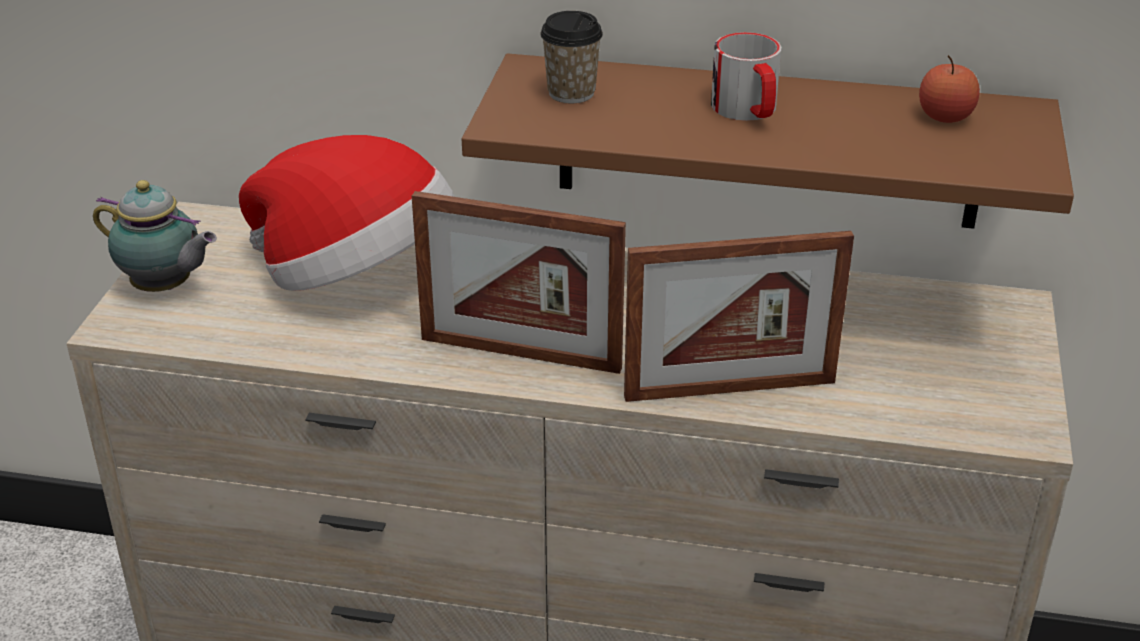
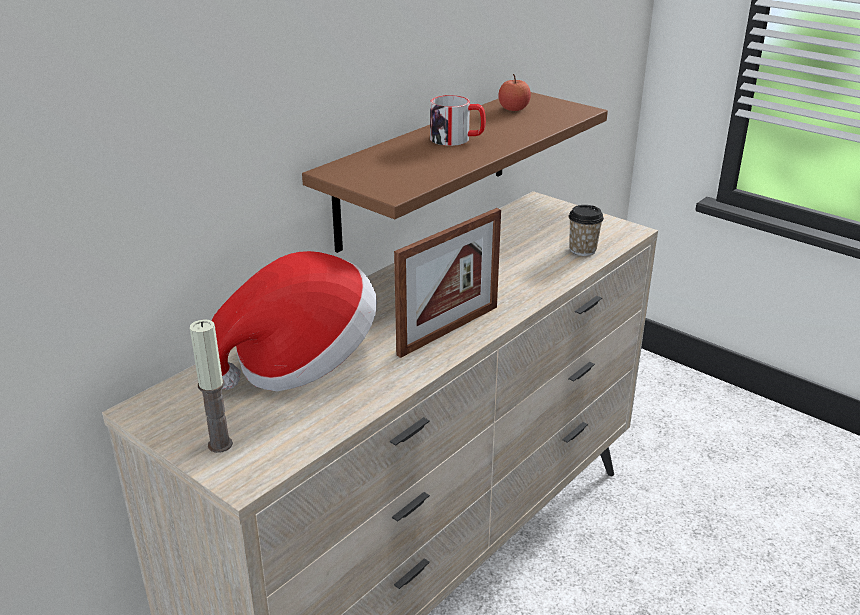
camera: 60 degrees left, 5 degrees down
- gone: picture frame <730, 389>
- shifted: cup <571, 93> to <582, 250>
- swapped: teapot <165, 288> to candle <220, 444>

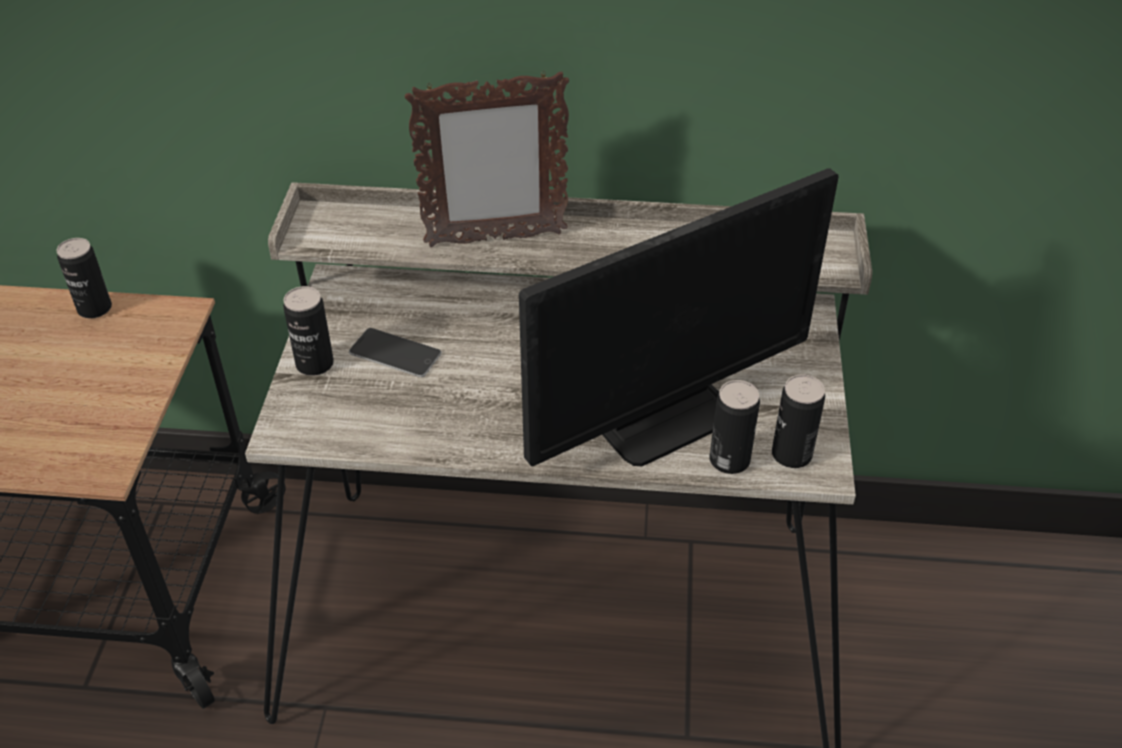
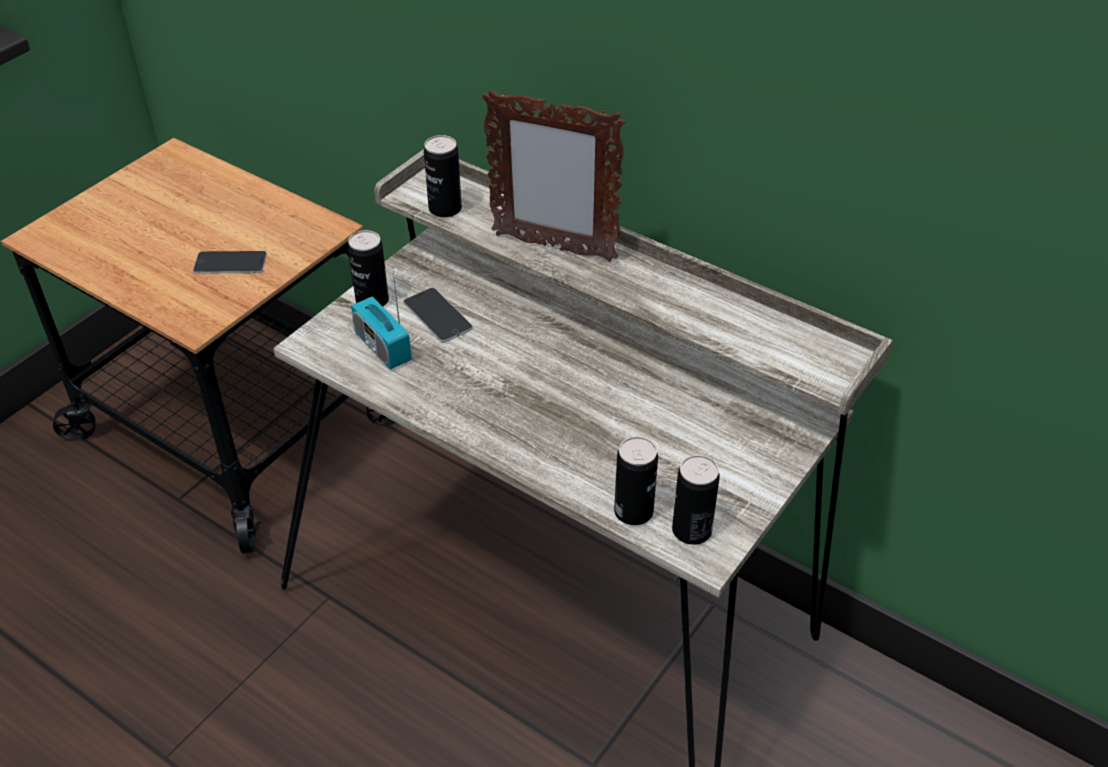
camera: 30 degrees right, 0 degrees up
- gone: monitor <663, 417>
- new: phone <230, 263>
- new: radio <382, 347>
- shifted: can <95, 308> to <445, 209>

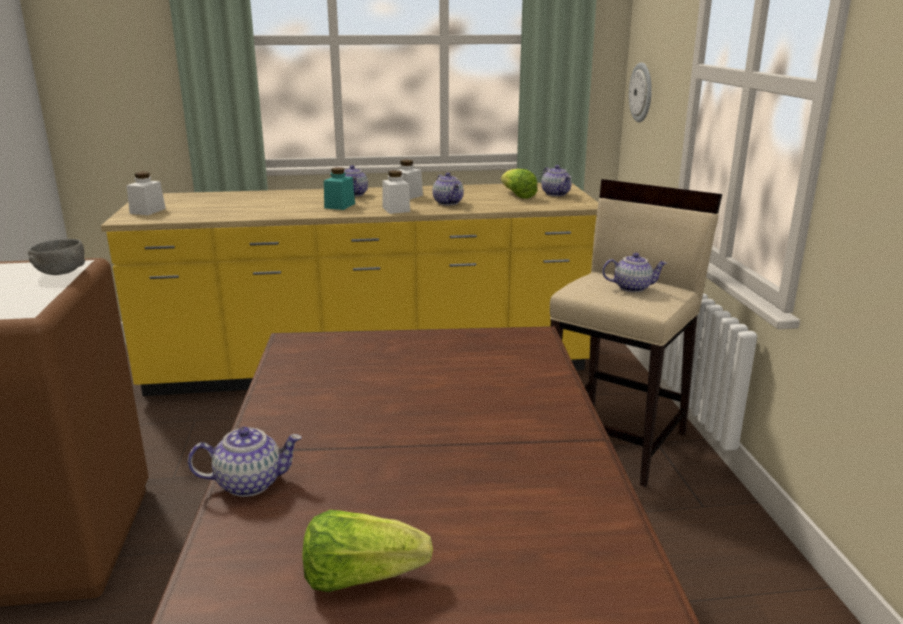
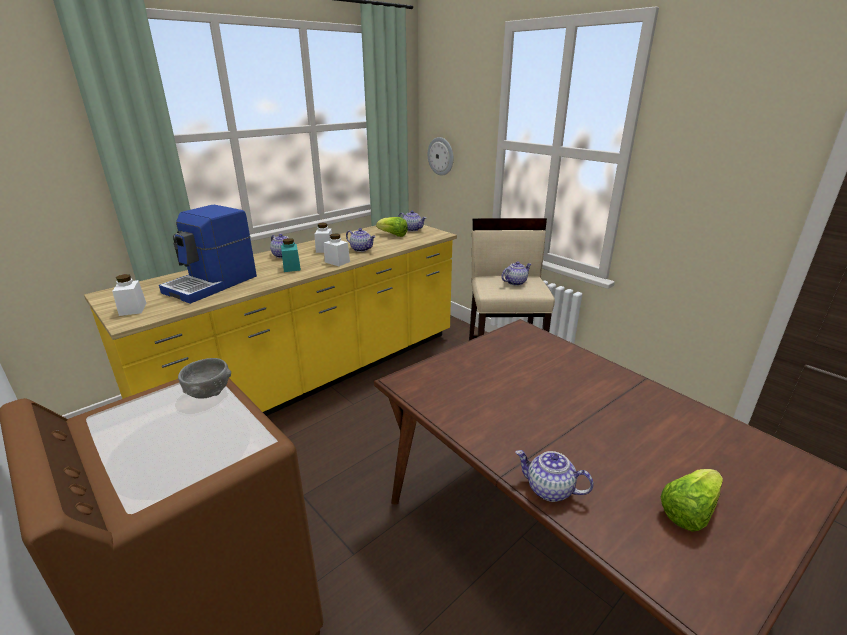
camera: 35 degrees left, 5 degrees up
- new: coffee machine <212, 284>
- rotated: teapot <250, 483> = <549, 489> 105 degrees counterclockwise

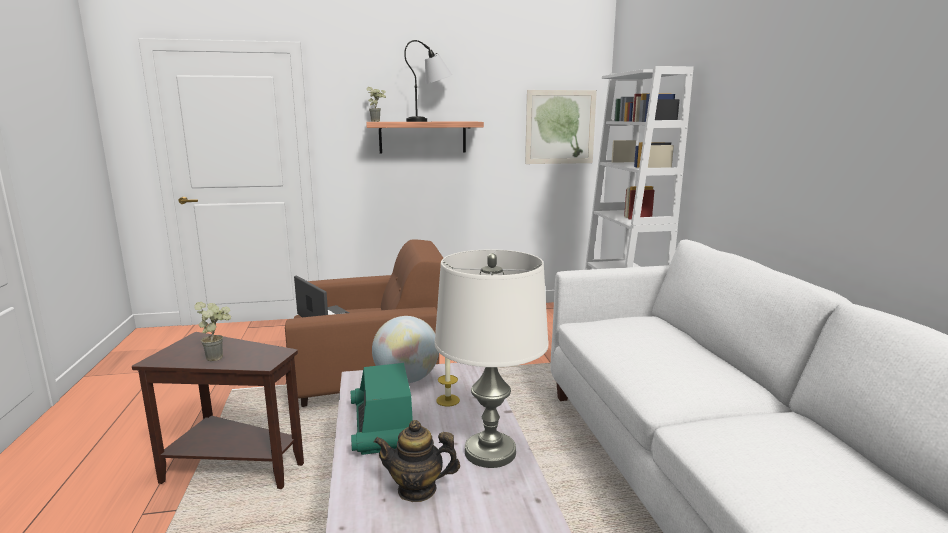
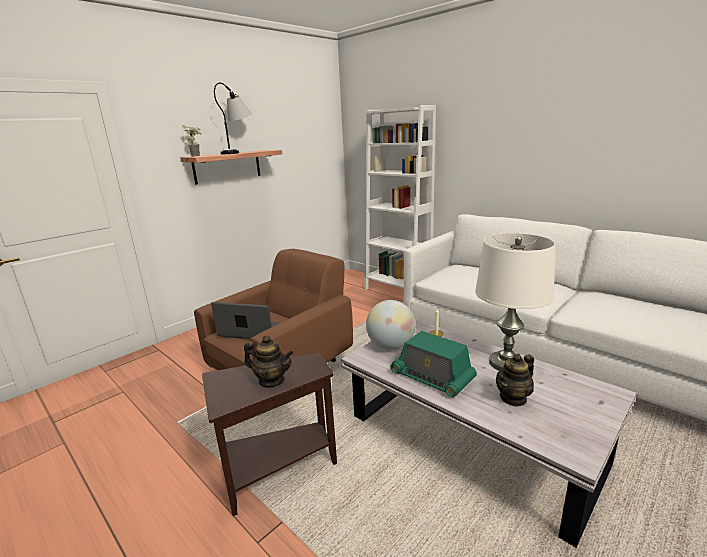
camera: 35 degrees left, 5 degrees up
- gone: picture <560, 127>
- swapped: potted plant <219, 356> to teapot <271, 380>

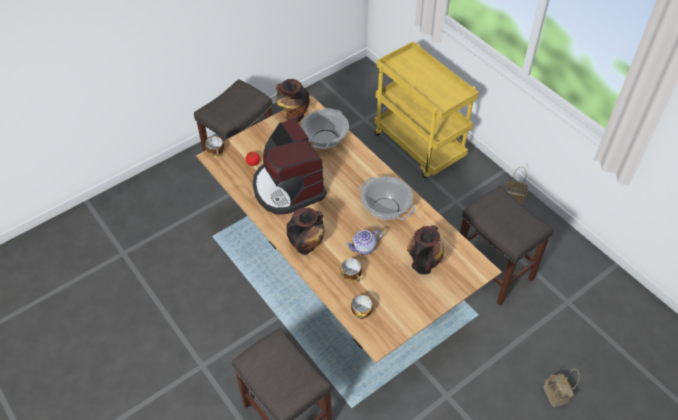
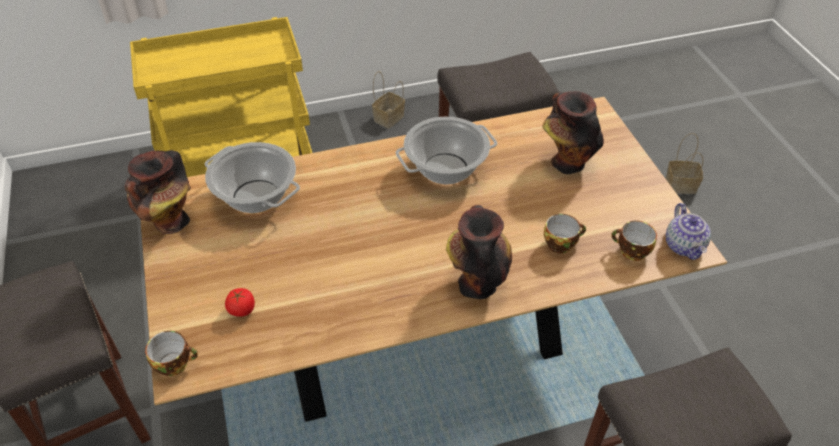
camera: 70 degrees left, 5 degrees down
- gone: coffee machine <287, 188>
- shifted: teapot <364, 248> to <684, 246>

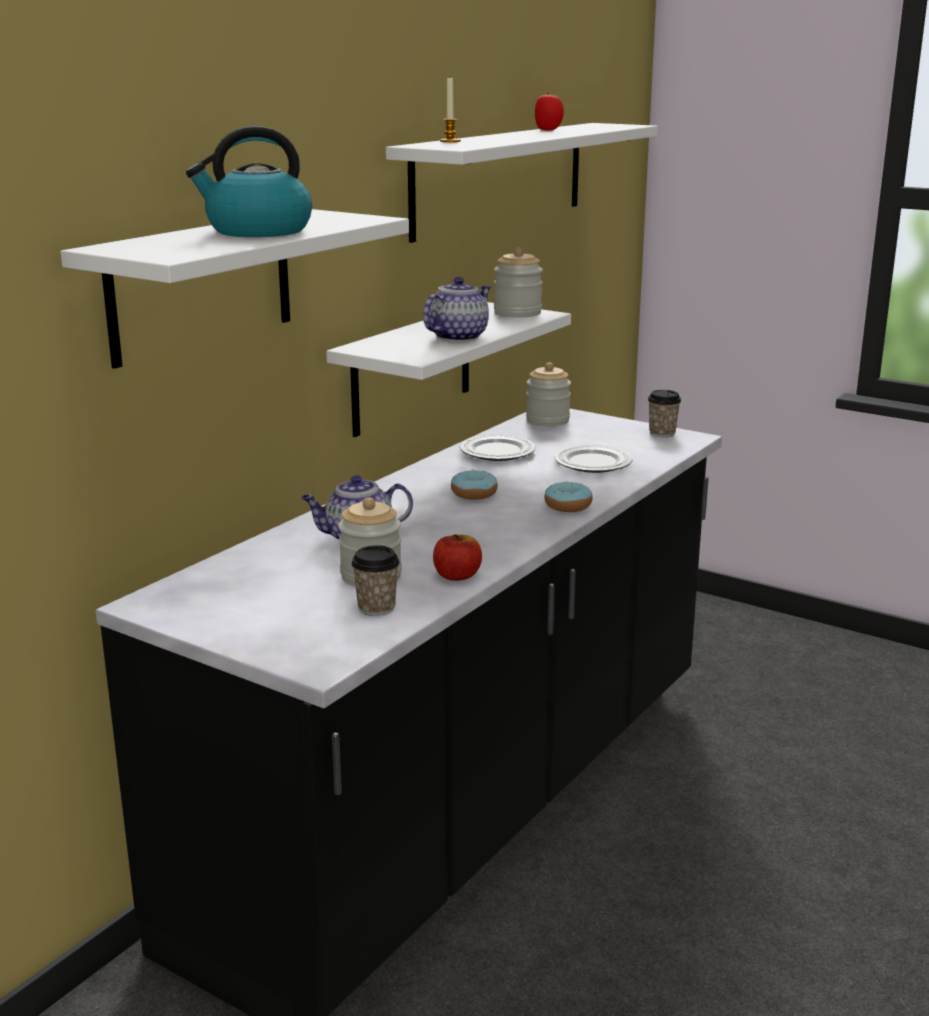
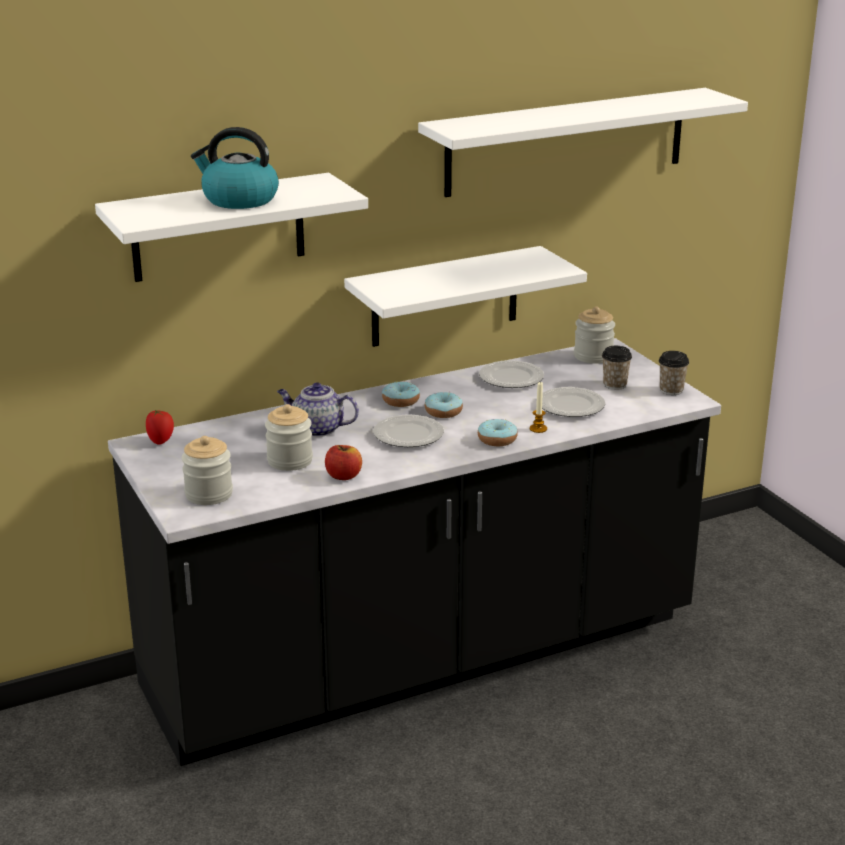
camera: 30 degrees right, 5 degrees up
- gone: teapot <458, 337>
- new: plate <409, 435>
- new: donut <400, 401>
- shifted: cup <376, 608> to <615, 385>
- shifted: candle <450, 141> to <538, 429>
- shifted: jar <517, 313> to <209, 494>
- shifted: tomato <548, 130> to <161, 441>

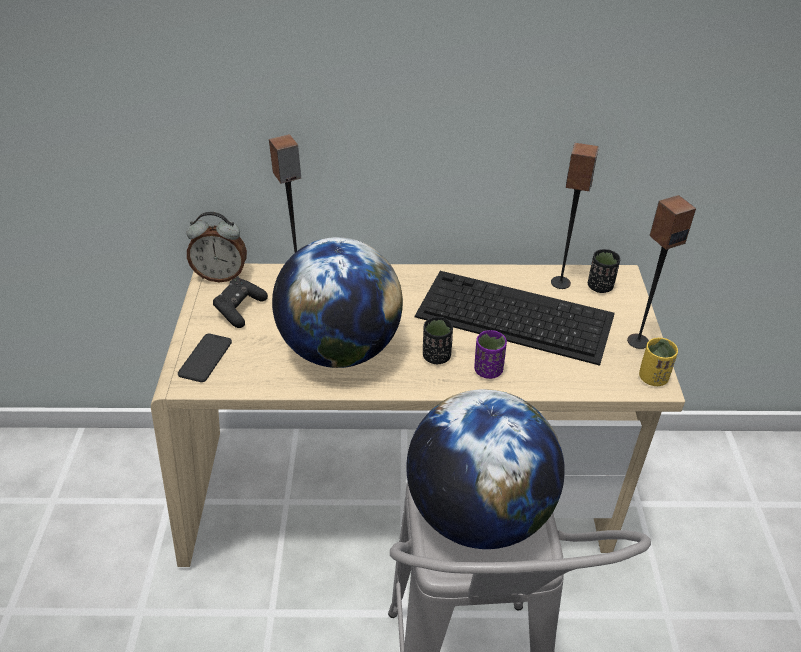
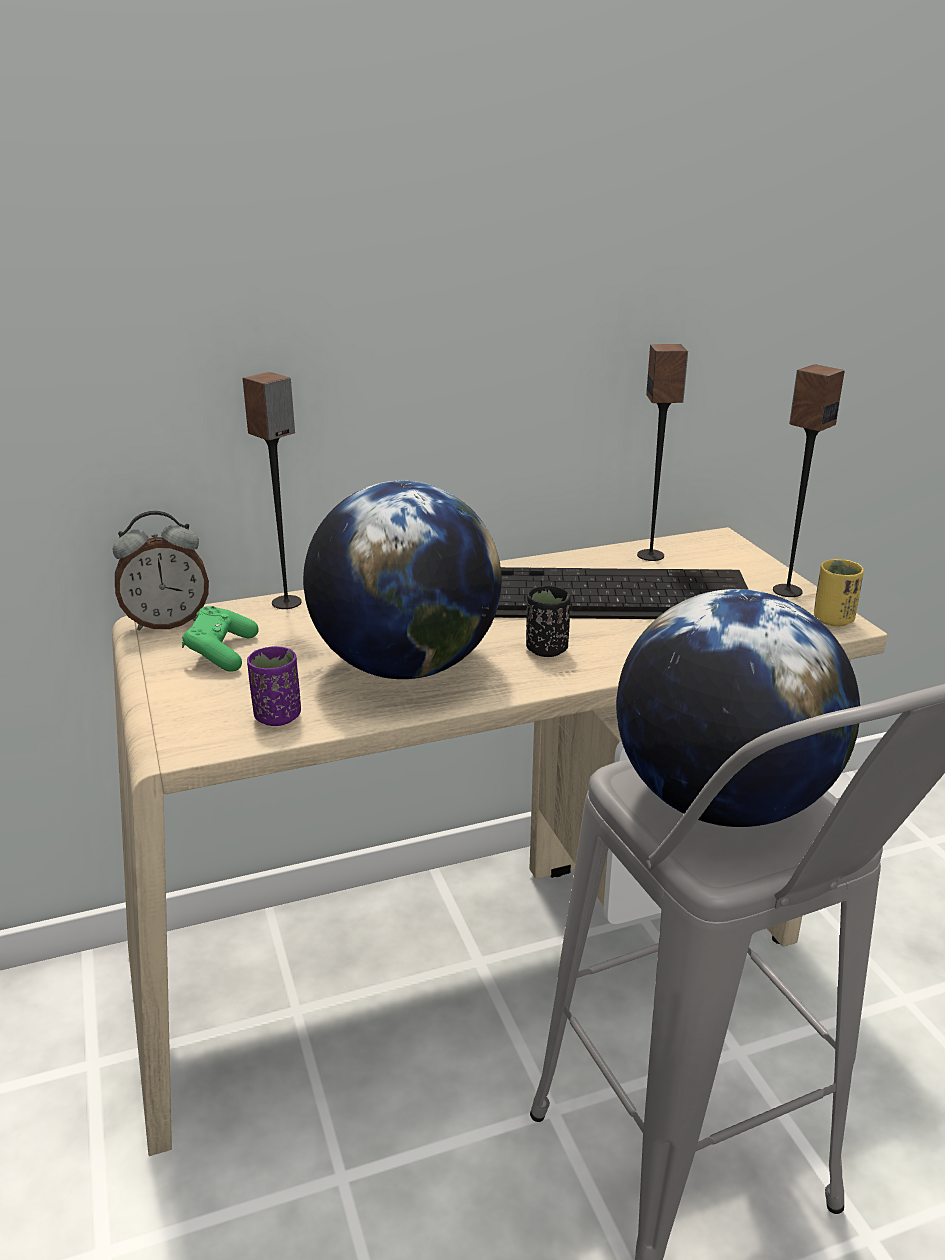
camera: 20 degrees left, 15 degrees down
- gone: phone <205, 358>
- gone: black cup <600, 286>
- shifted: purple cup <488, 370> to <277, 716>
- repainted: black game controller <240, 309> to green game controller <221, 653>

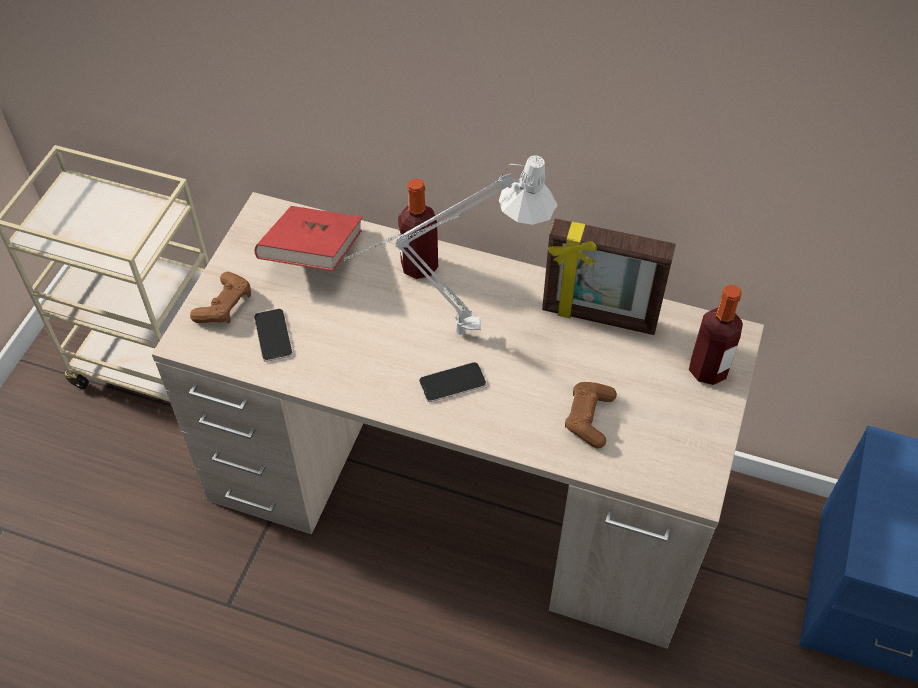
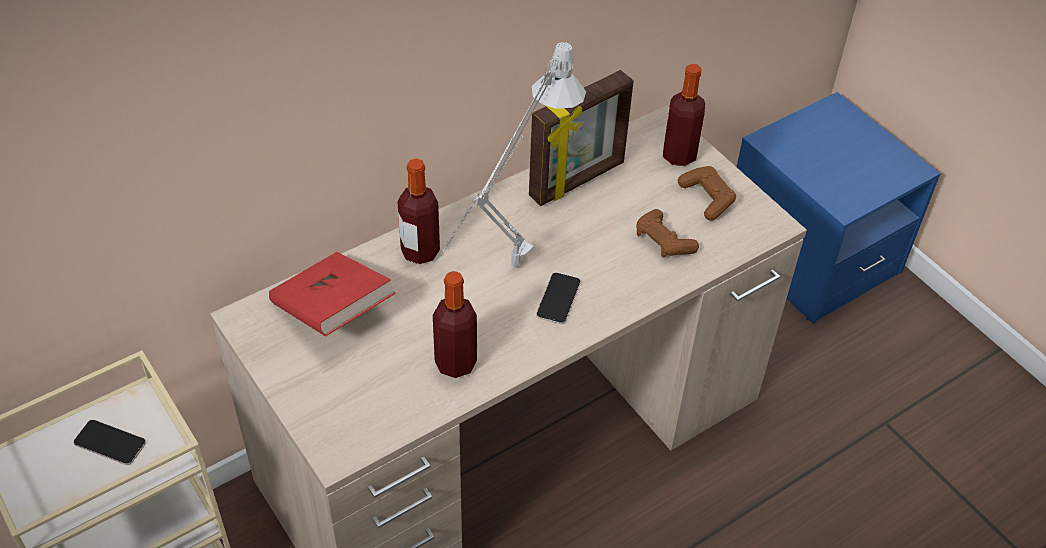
camera: 55 degrees left, 5 degrees down
- new: bottle <455, 363>
- shifted: brown game controller <224, 306> to <707, 198>
- shifted: phone <273, 335> to <110, 443>

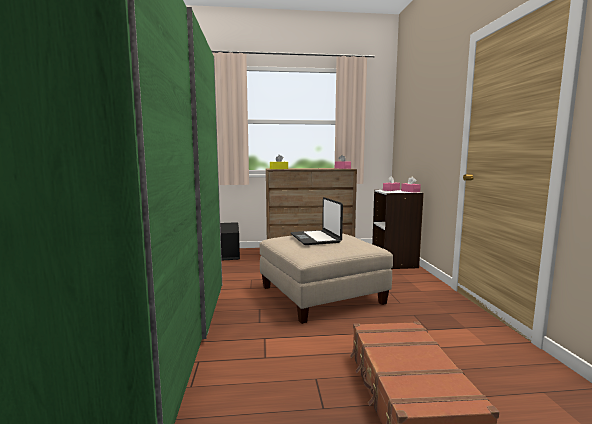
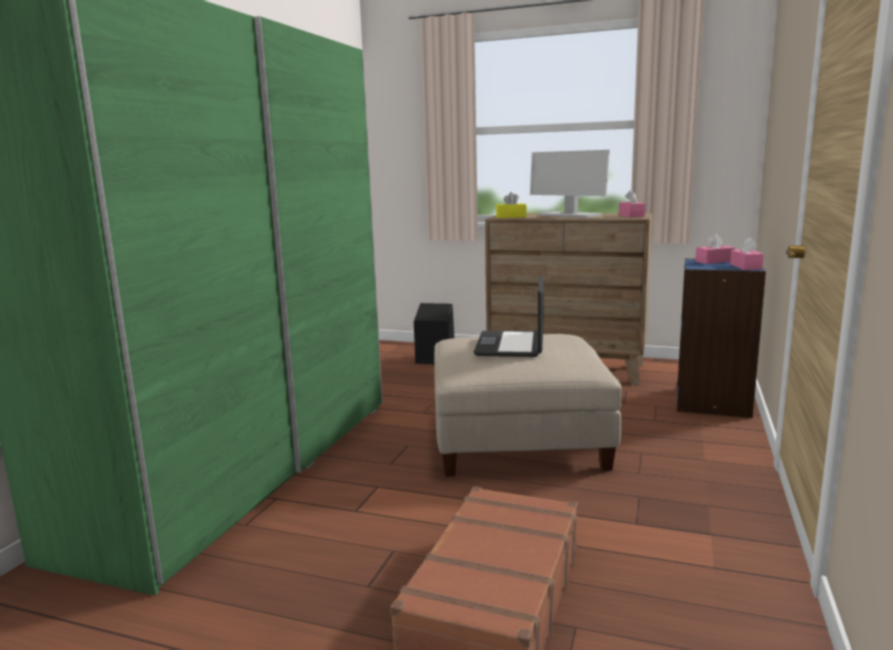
camera: 25 degrees right, 5 degrees up
- new: monitor <569, 215>
- repainted: white bookcase <395, 263> to blue bookcase <713, 402>

